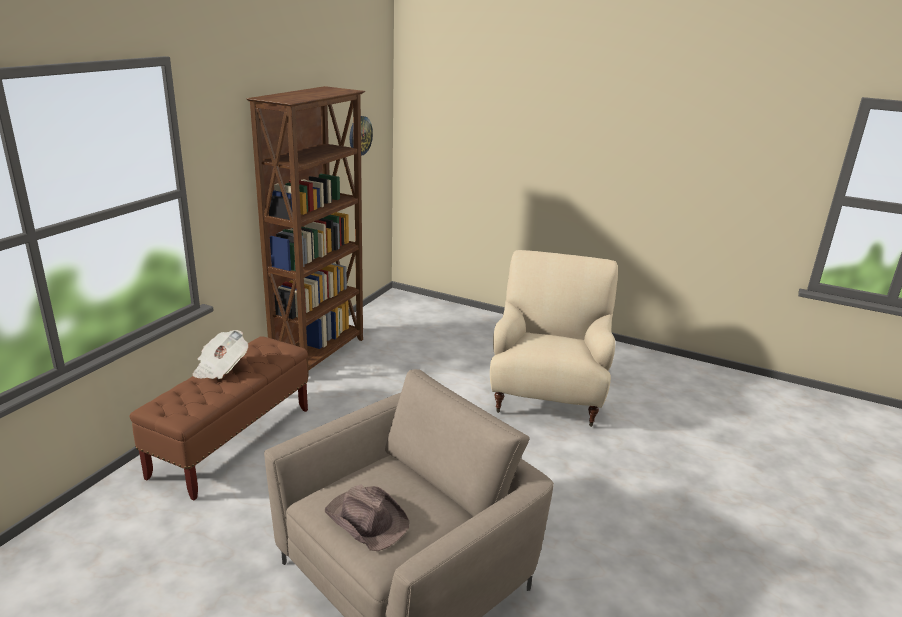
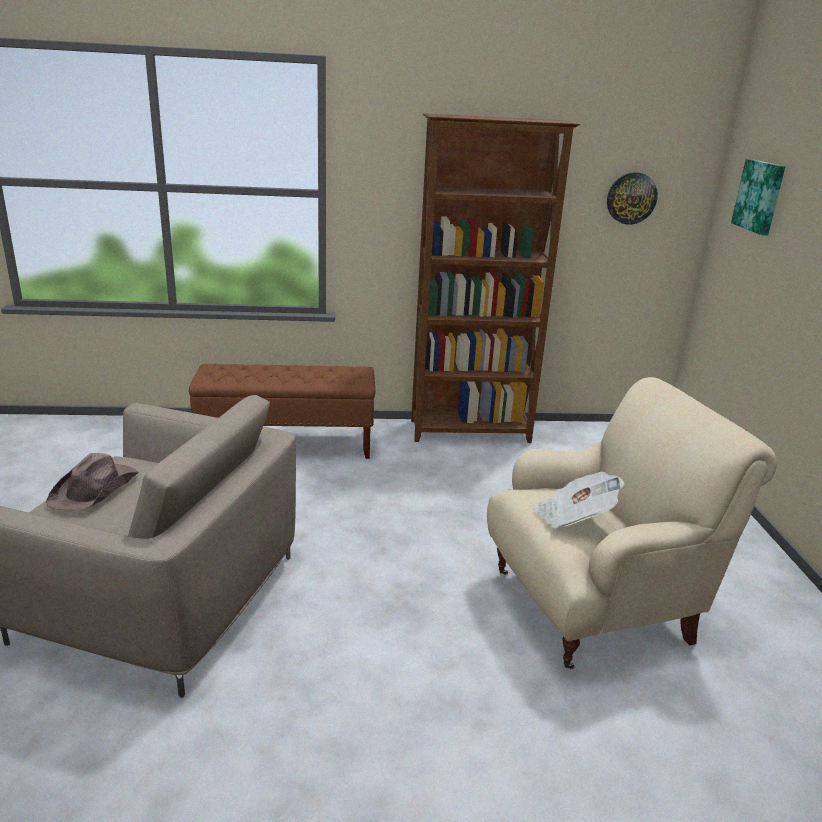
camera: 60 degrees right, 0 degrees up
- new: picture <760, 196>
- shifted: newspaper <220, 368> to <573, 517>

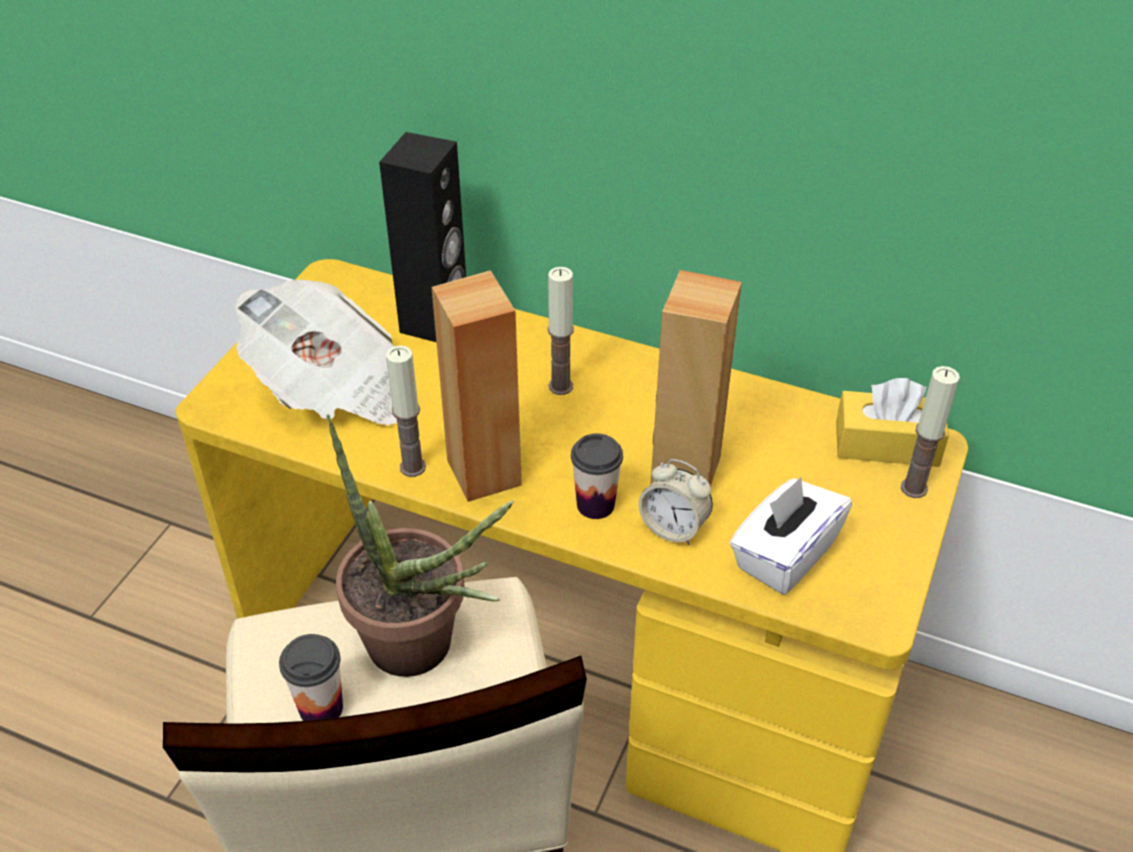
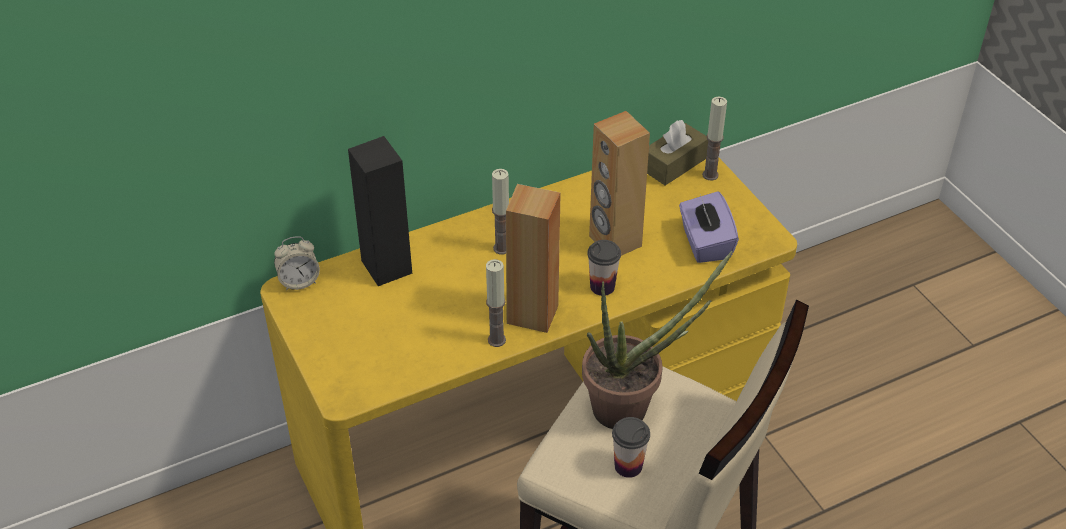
camera: 50 degrees left, 0 degrees up
- gone: newspaper <333, 388>
- shifted: alarm clock <673, 528> to <299, 281>
- repainted: white tissue box <784, 555> to purple tissue box <705, 243>
- repainted: yellow tissue box <886, 444> to brown tissue box <674, 164>

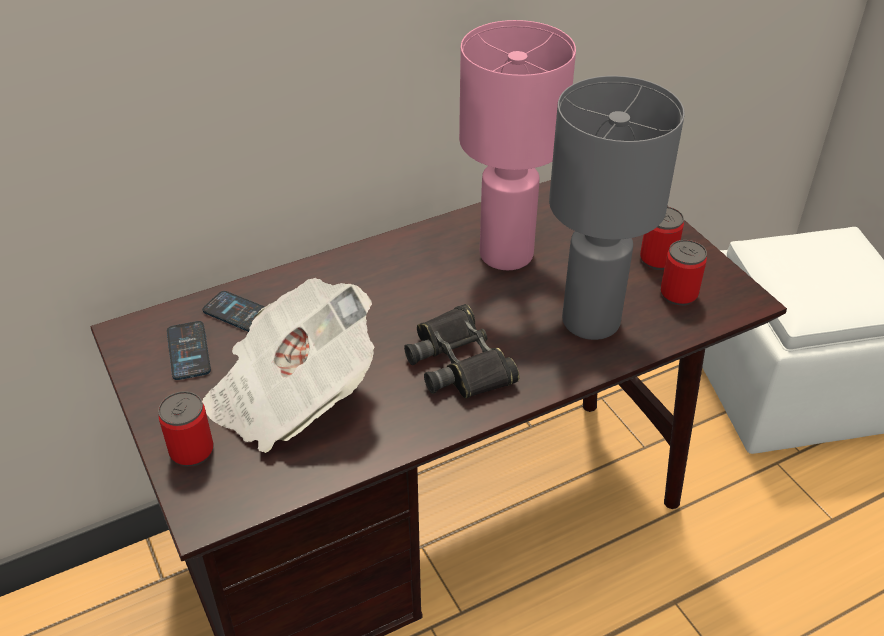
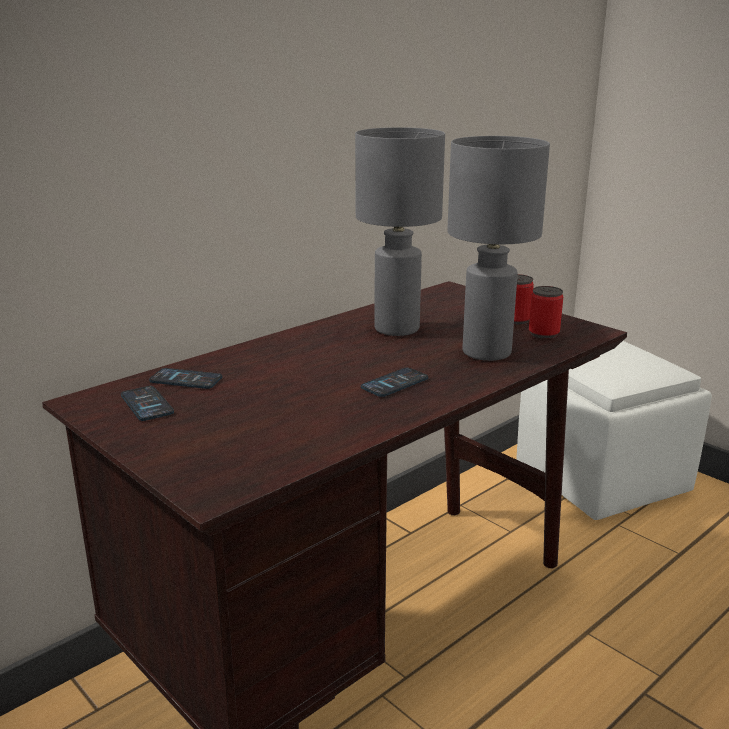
camera: 15 degrees left, 20 degrees down
- gone: can <192, 451>
- gone: newspaper <291, 395>
- swapped: black binoculars <459, 362> to phone <394, 383>
- repainted: pink table lamp <508, 254> to grey table lamp <398, 328>

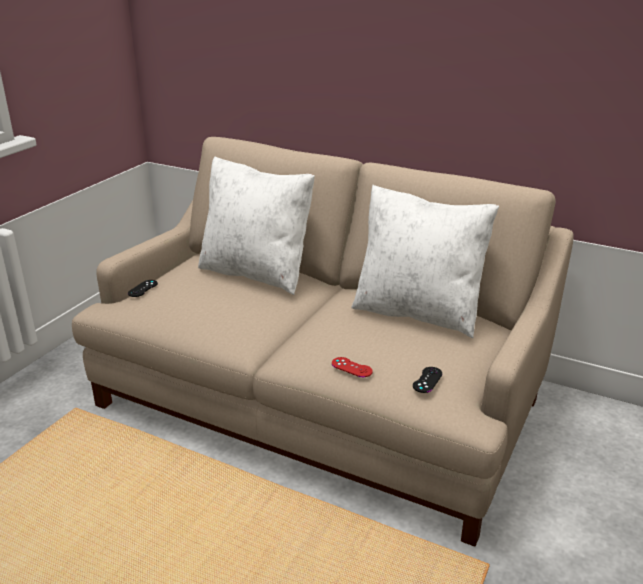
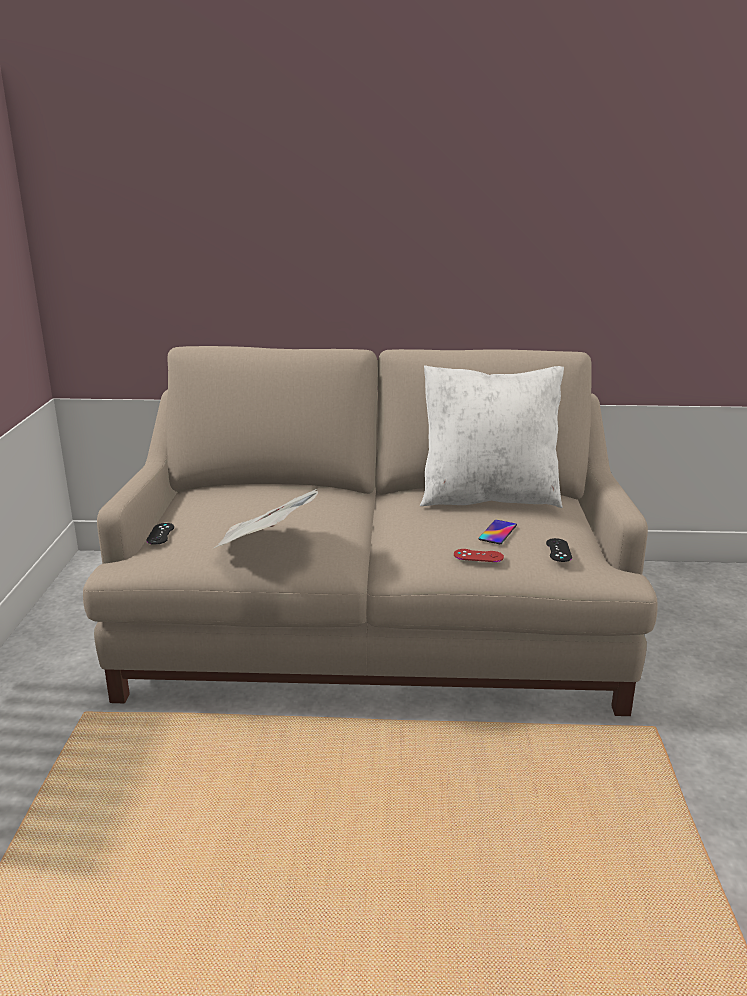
camera: 25 degrees left, 5 degrees down
- gone: white pillow <256, 273>
- new: newspaper <266, 545>
- new: phone <497, 532>

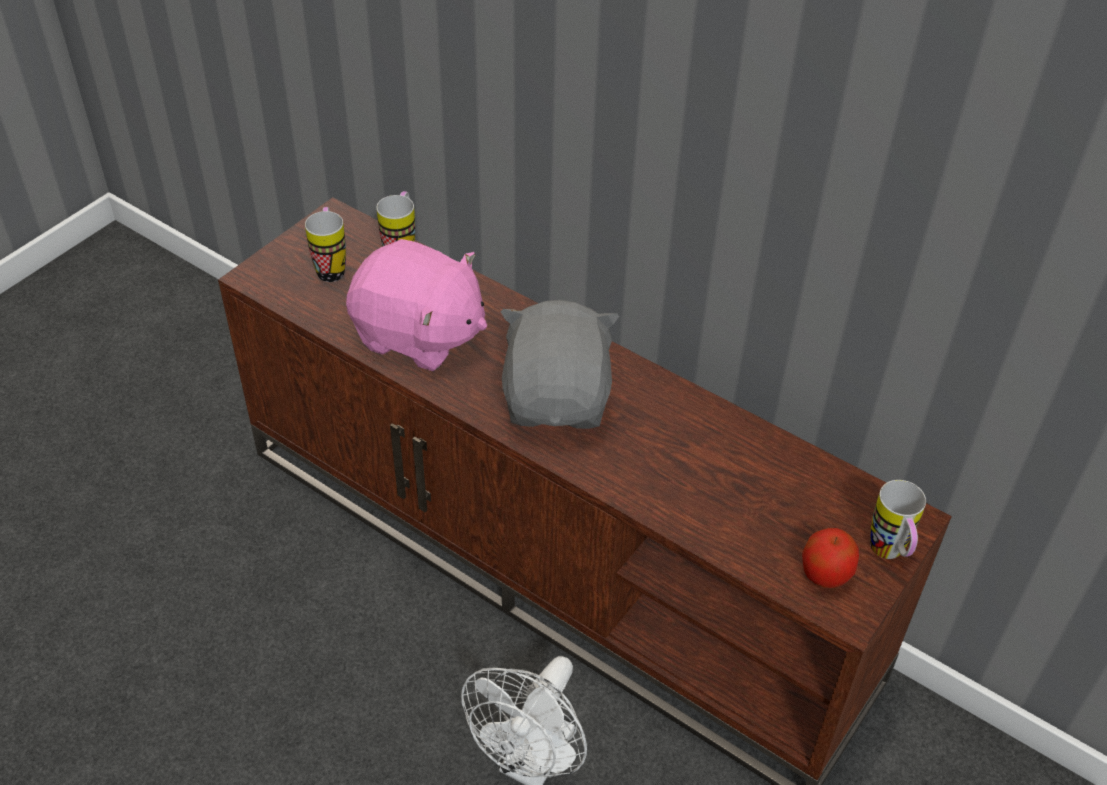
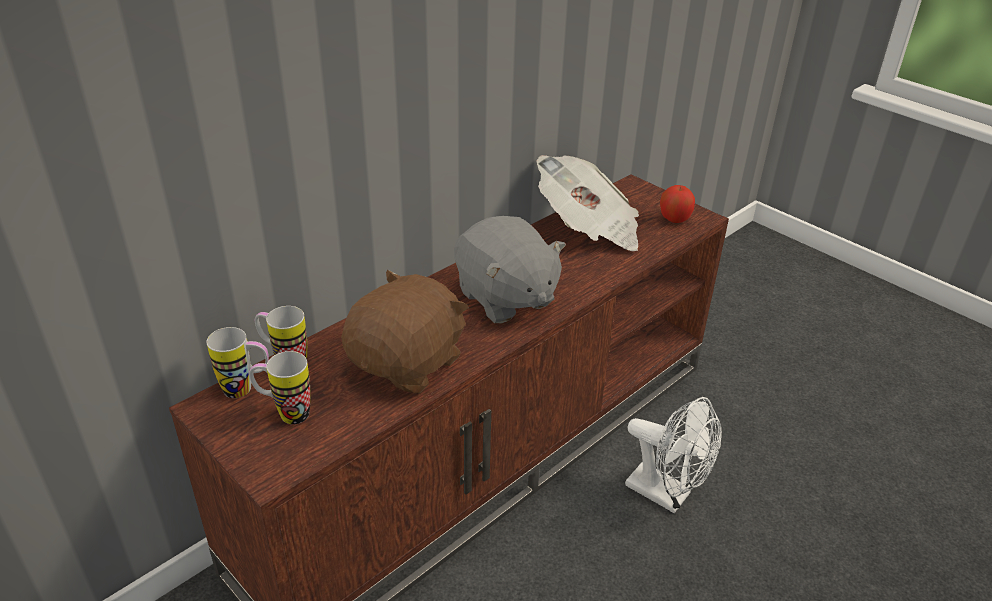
camera: 80 degrees left, 10 degrees down
- new: newspaper <588, 228>
- shifted: mug <889, 555> to <246, 389>
- repainted: pink plush toy <419, 336> to brown plush toy <408, 363>
- rotated: grey plush toy <558, 399> = <505, 298> 135 degrees counterclockwise

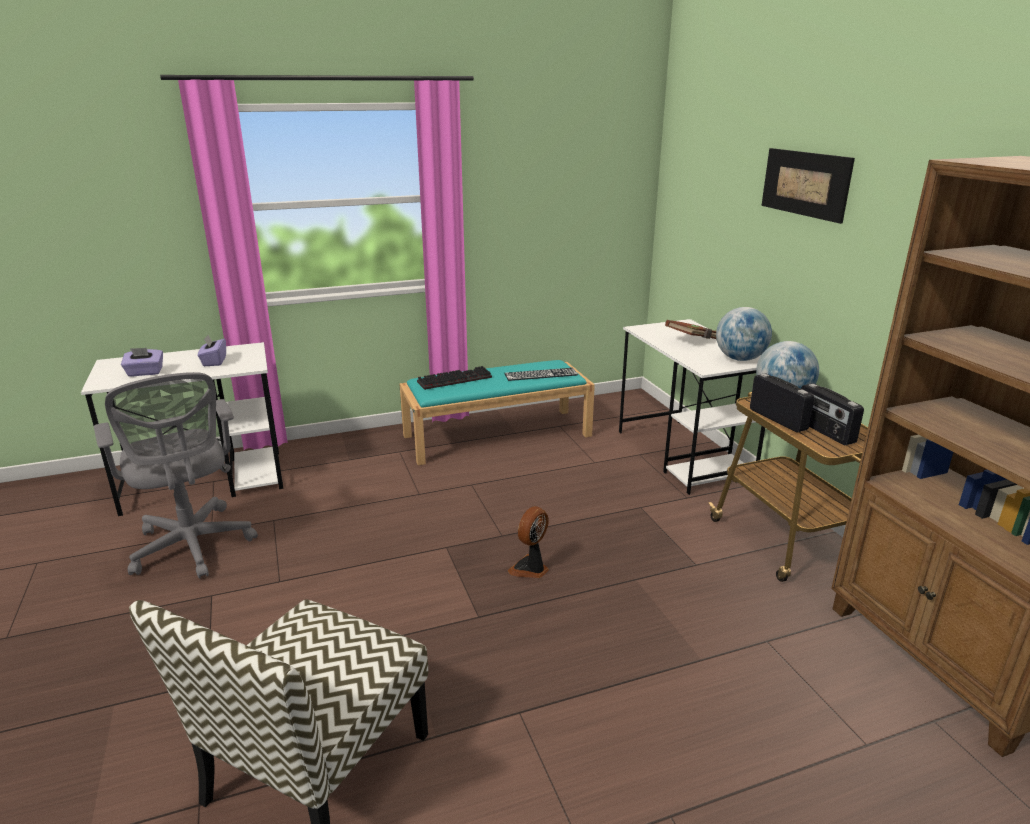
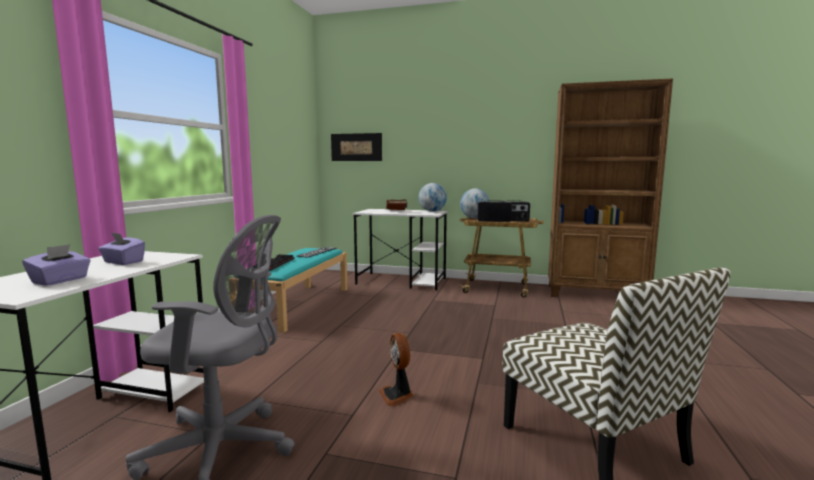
camera: 55 degrees left, 15 degrees down
- shifted: fan <530, 569> to <397, 395>
- shifted: picture <805, 183> to <356, 147>

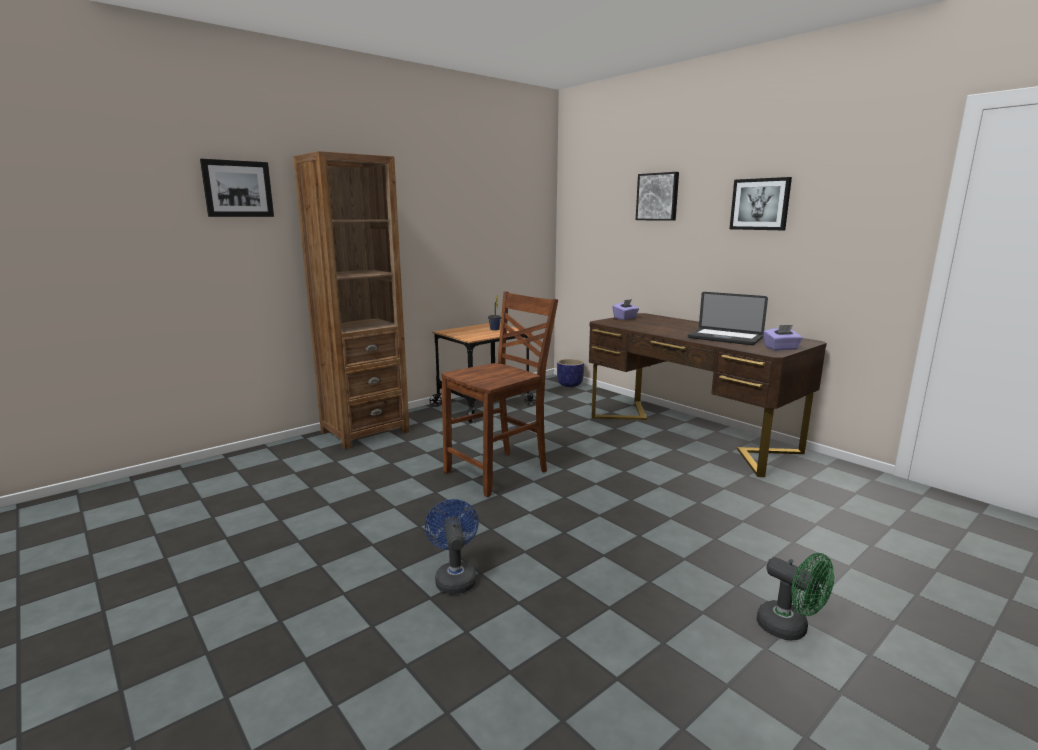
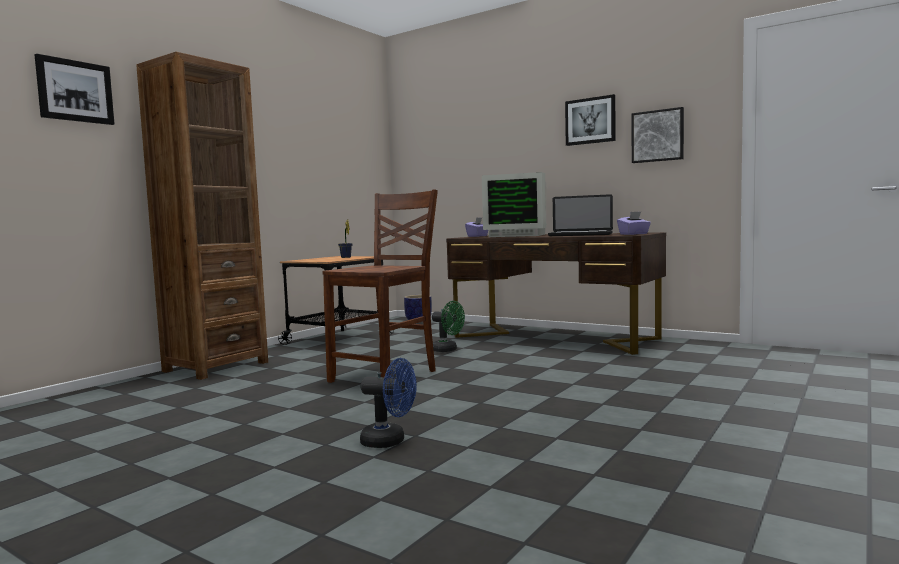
camera: 15 degrees left, 10 degrees down
- new: monitor <517, 235>
- shifted: picture <658, 197> to <658, 136>
- shifted: green fan <790, 629> to <447, 350>
- rotated: blue fan <454, 577> = <390, 441> 135 degrees clockwise

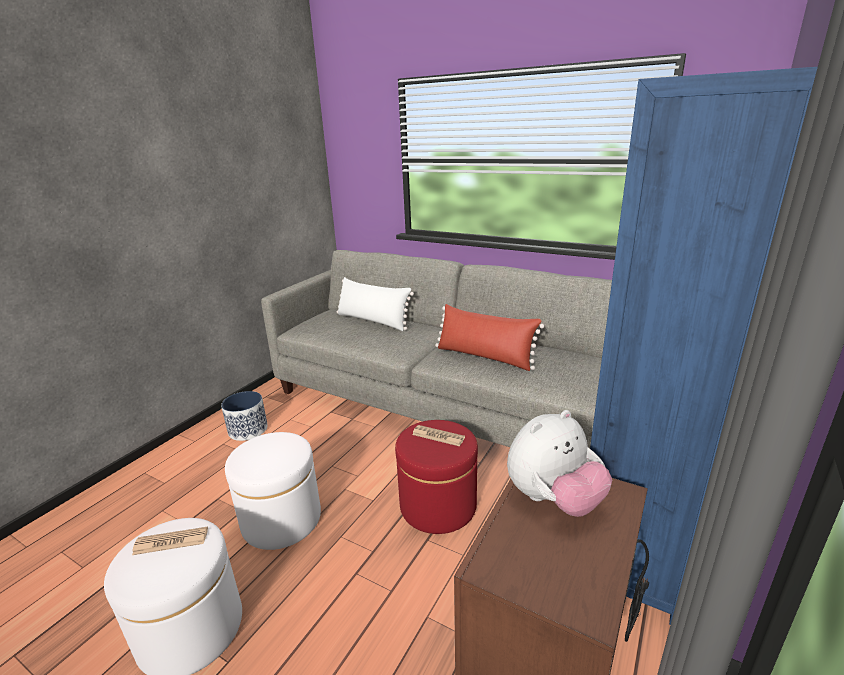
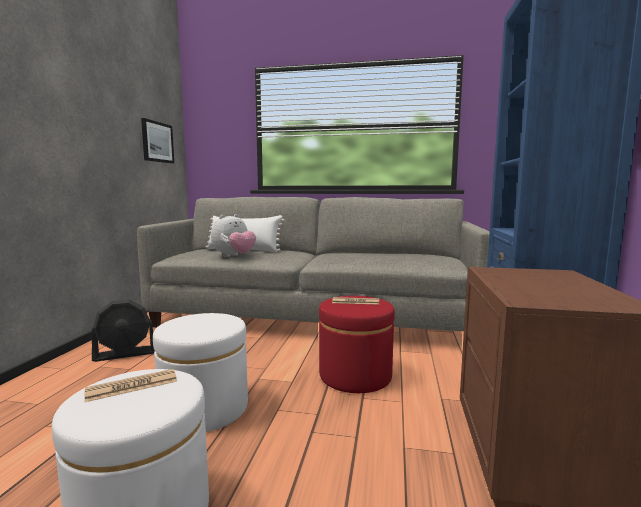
camera: 20 degrees left, 15 degrees down
- gone: red pillow <484, 357>
- new: picture <157, 142>
- shifted: plush toy <553, 500> to <234, 256>
- swapped: planter <248, 430> to black fan <125, 354>

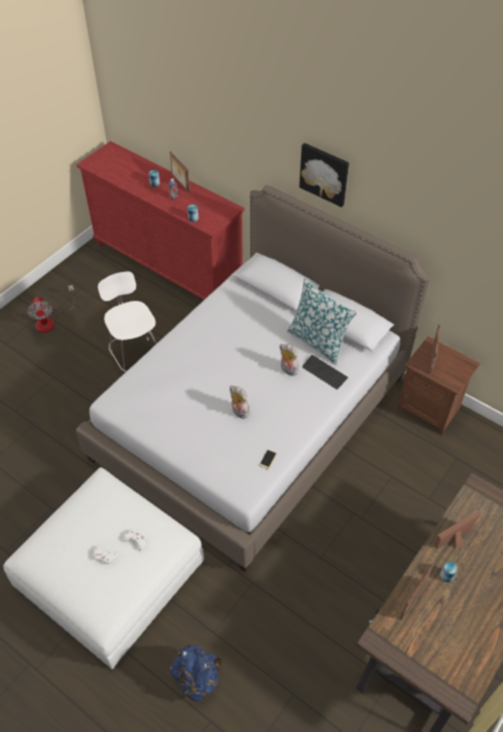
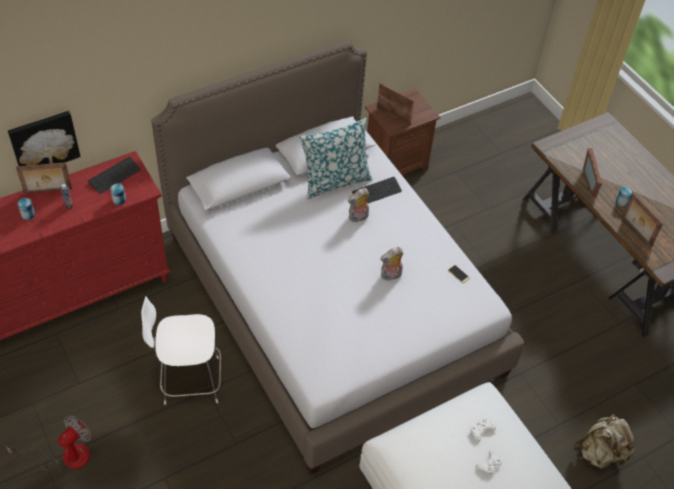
camera: 70 degrees left, 0 degrees up
- new: keyboard <114, 176>
- shifted: picture <324, 173> to <44, 142>
- repainted: blue backpack <197, 678> to beige backpack <599, 454>
- rotated: fan <50, 321> = <66, 456> 60 degrees counterclockwise

